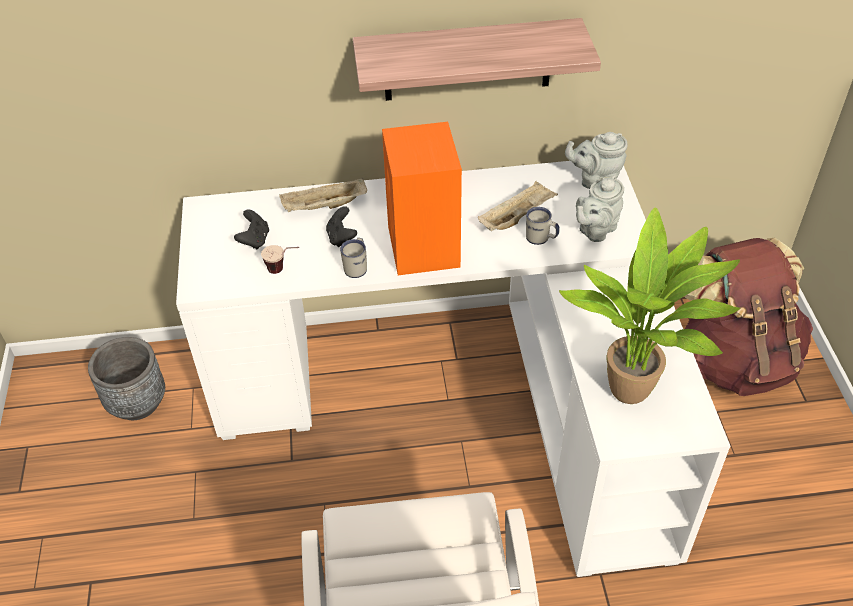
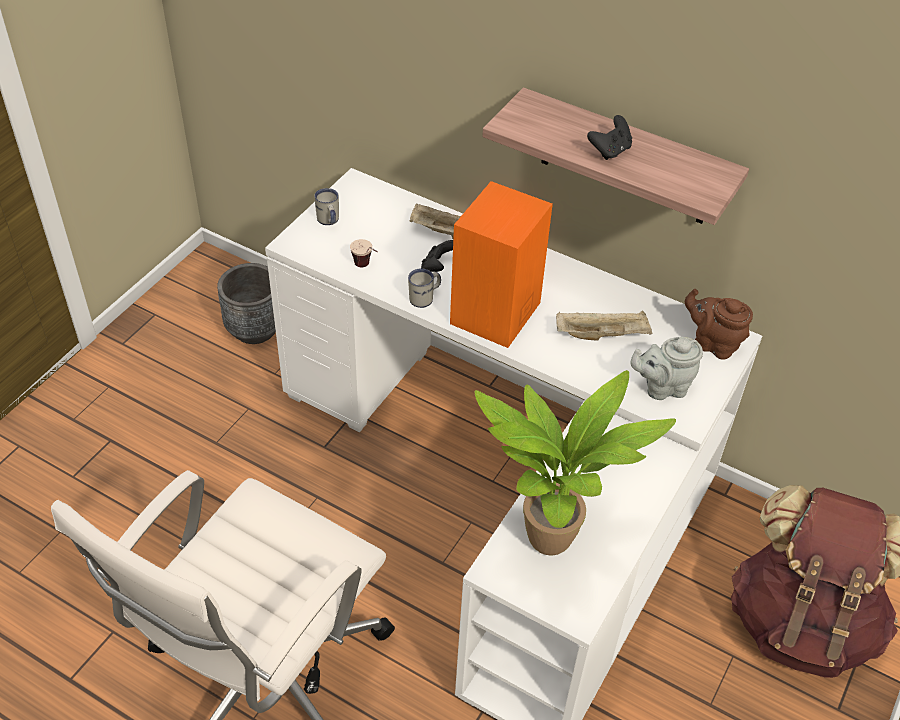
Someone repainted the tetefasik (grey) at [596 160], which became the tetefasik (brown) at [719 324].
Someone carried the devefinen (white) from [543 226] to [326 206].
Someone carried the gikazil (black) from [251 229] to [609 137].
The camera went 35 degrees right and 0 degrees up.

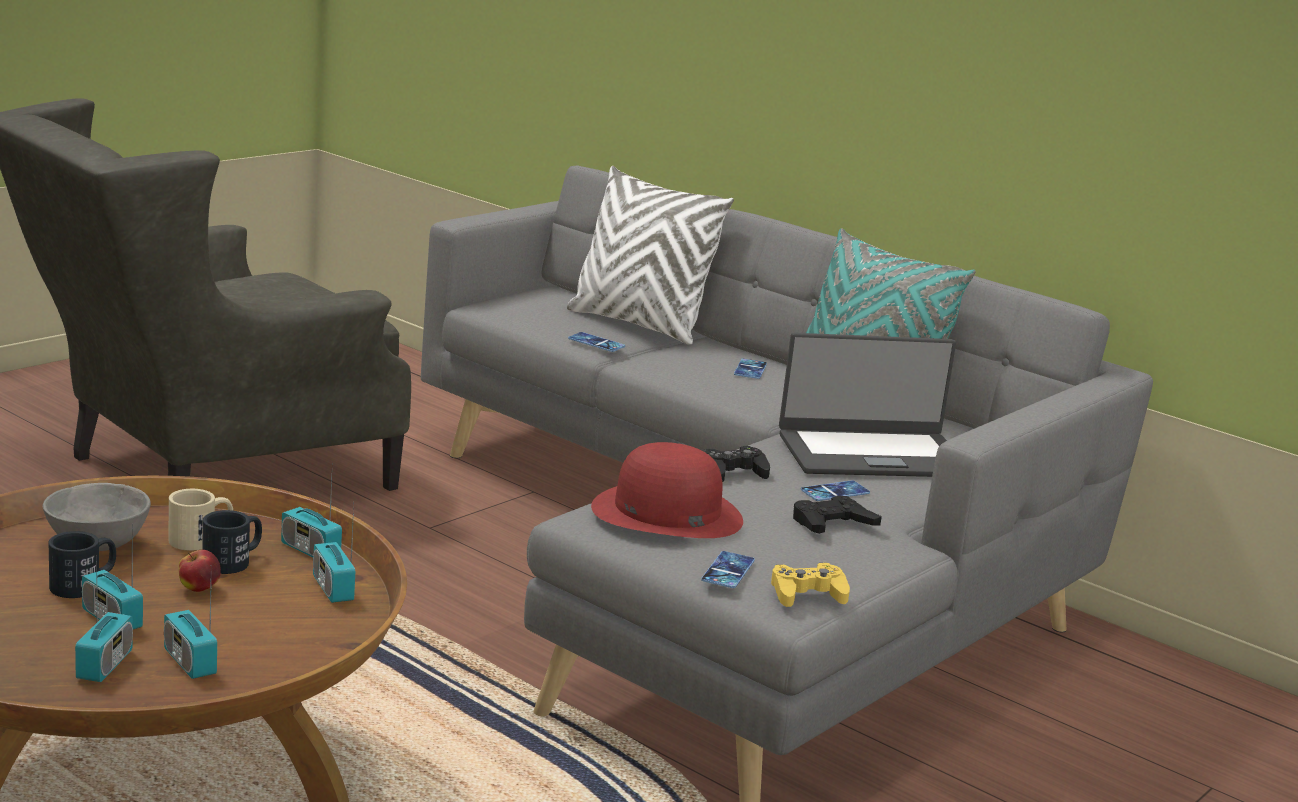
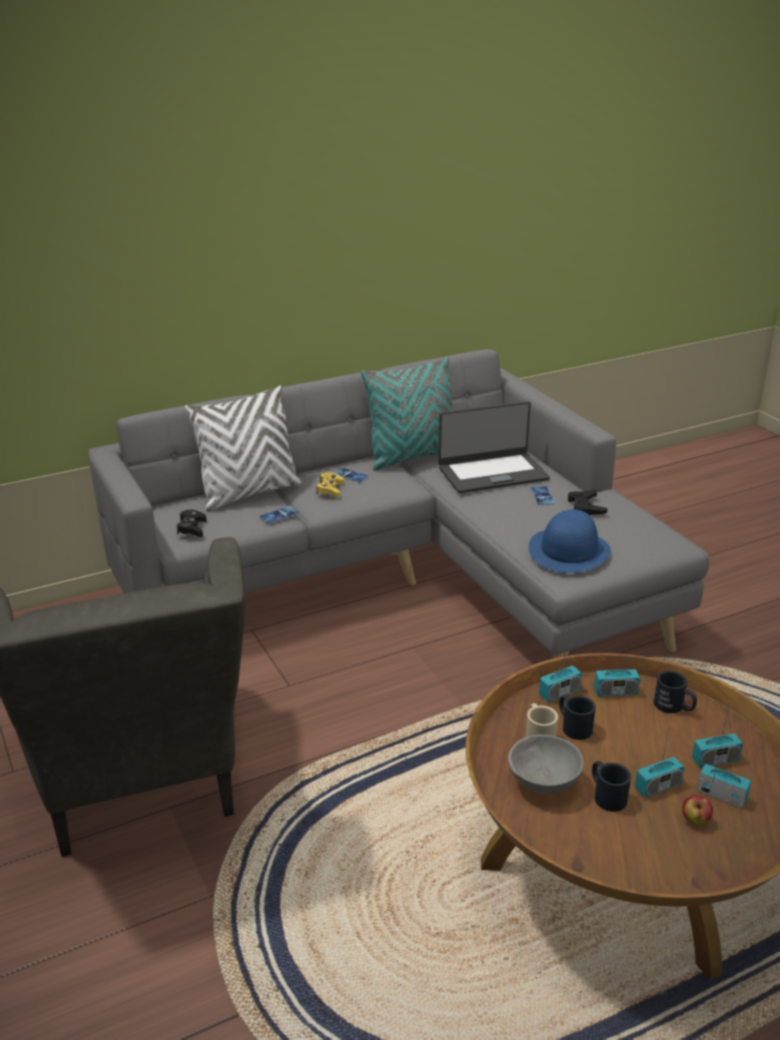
Someone rotated the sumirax at [867 405] by 60 degrees clockwise.
Someone repainted the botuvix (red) at [667 490], which became the botuvix (blue) at [570 541].
Someone carried the gikazil (black) from [737 464] to [192 523].
Someone carried the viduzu from [200 571] to [697 810].
Someone took away the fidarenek at [728 569].
Someone carried the gikazil (yellow) from [810 585] to [330 485].
Someone put down the devefinen (black) at [675 692].
The camera went 65 degrees left and 10 degrees up.

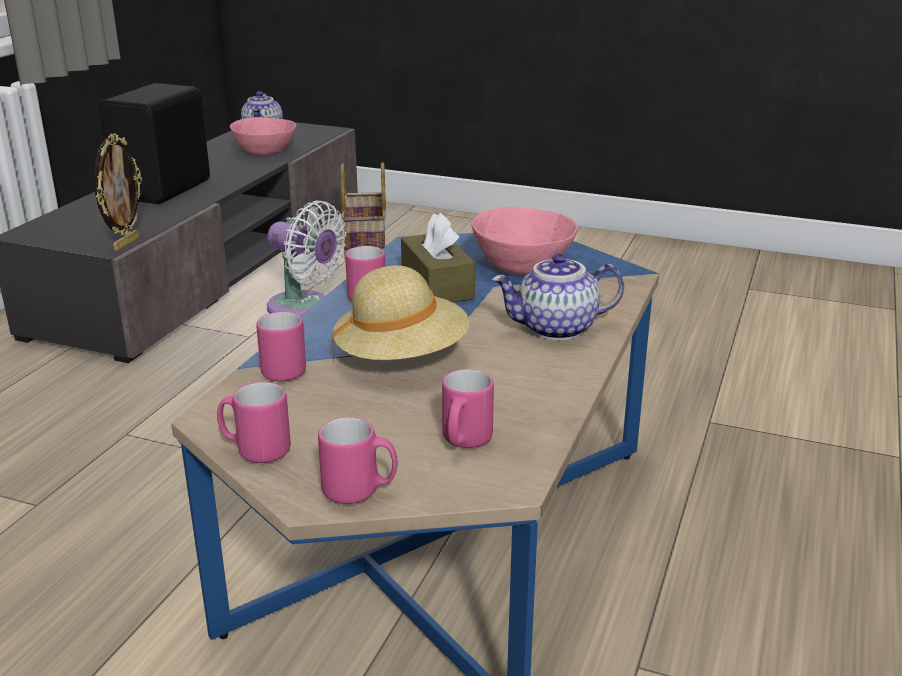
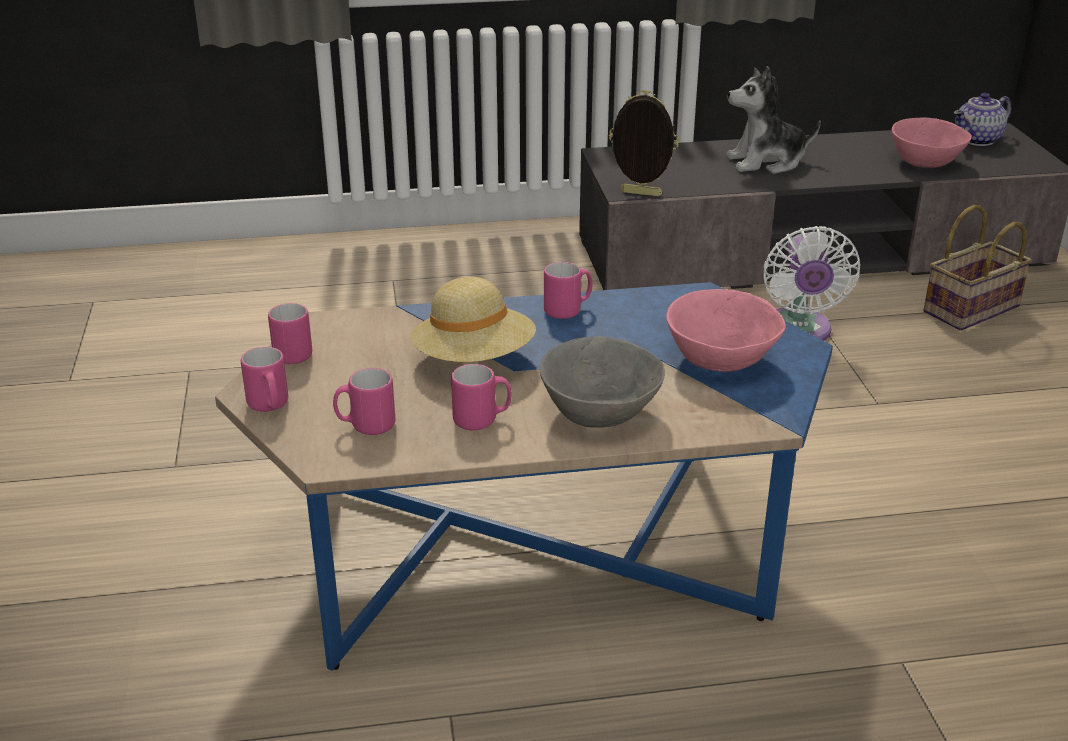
Someone swapped the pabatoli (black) at [154 143] for the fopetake at [773 120].
Someone rotated the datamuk at [118 192] by 150 degrees counterclockwise.
Someone took away the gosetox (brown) at [438 257].
Someone swapped the tetefasik at [557 297] for the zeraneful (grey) at [602 382].
Someone carried the devefinen (pink) from [281 347] to [481 397].
The camera went 60 degrees right and 5 degrees up.

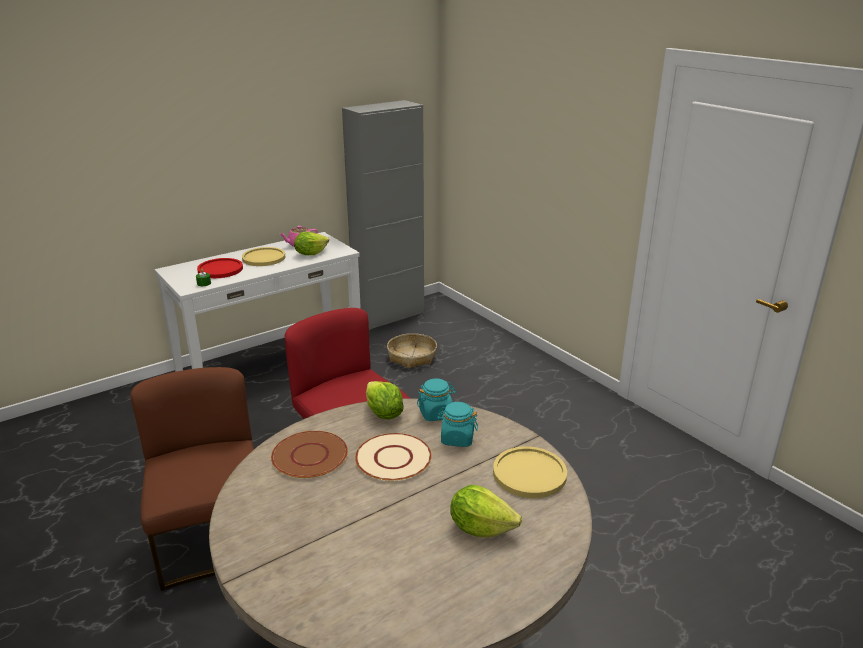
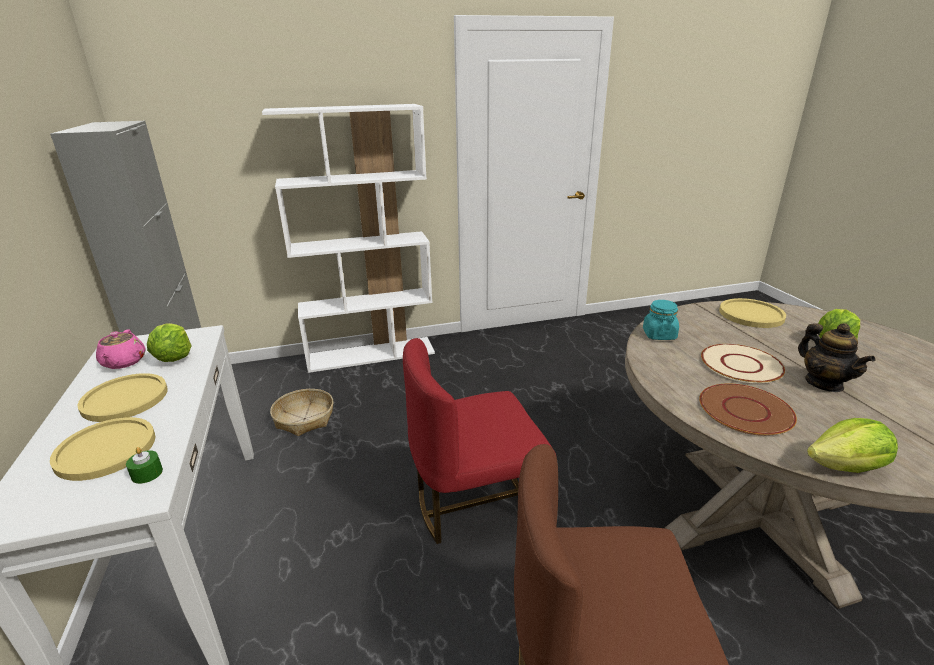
Someone repainted the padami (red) at [220 268], which became the padami (yellow) at [102 449].
Someone carried the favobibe from [385 400] to [852 445].
Someone took away the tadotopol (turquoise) at [457 424].
Someone put down the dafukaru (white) at [348 238].
Someone put down the tetefasik at [837 357].
The camera went 70 degrees left and 0 degrees up.

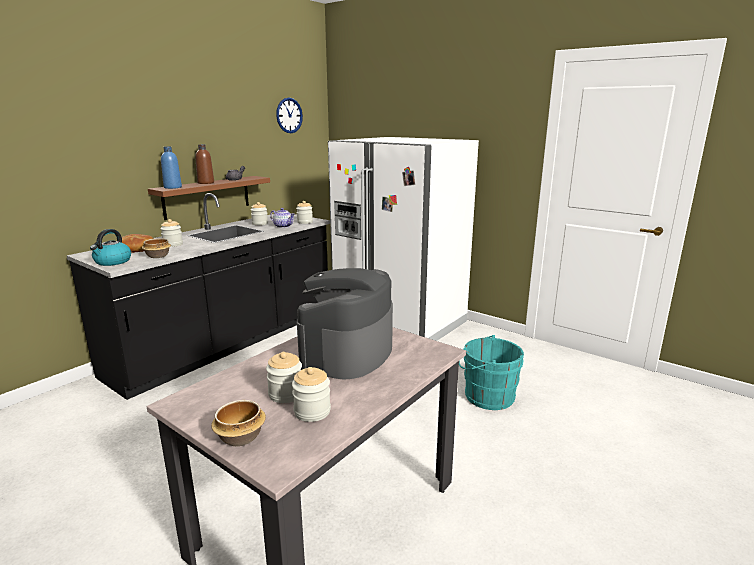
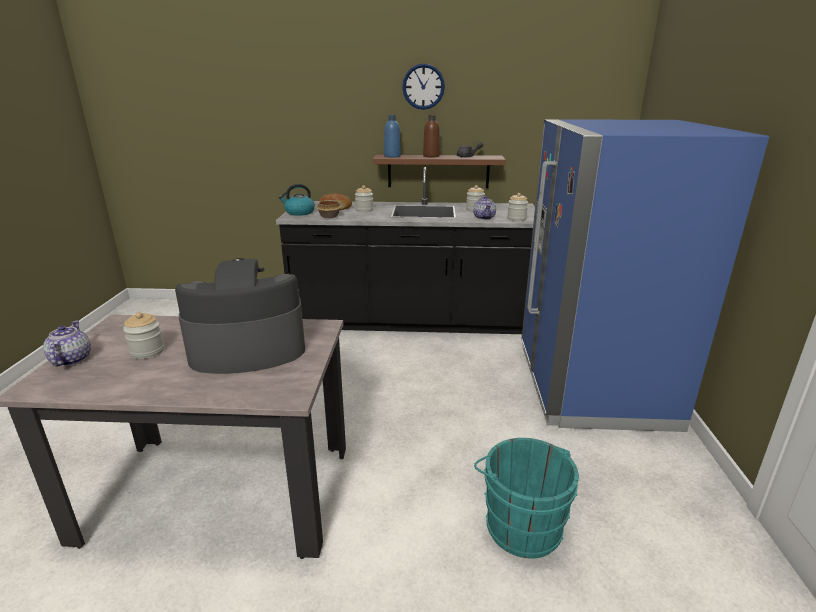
Someone carried the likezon from [289 115] to [423 87].
Someone repainted the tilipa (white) at [403 239], which became the tilipa (blue) at [645 275].
Someone took away the tadotopol at [311 394].
Someone swapped the zeraneful at [238 423] for the tetefasik at [67 344].
The camera went 55 degrees right and 5 degrees up.

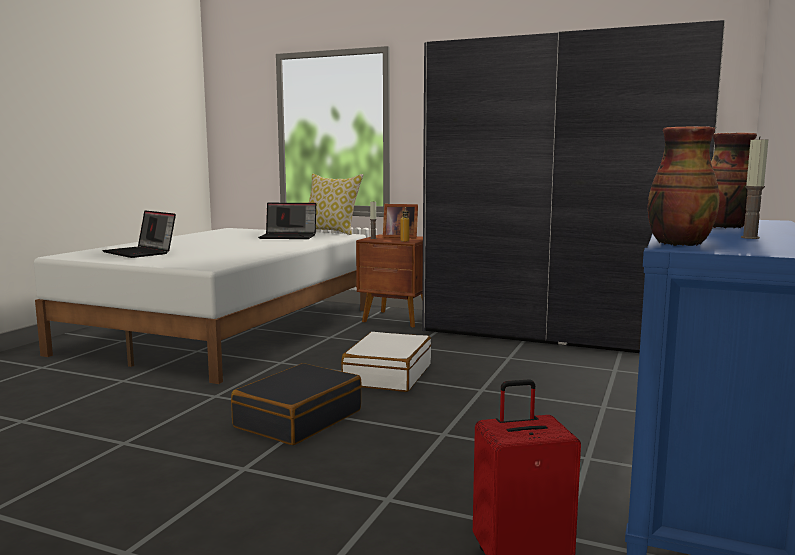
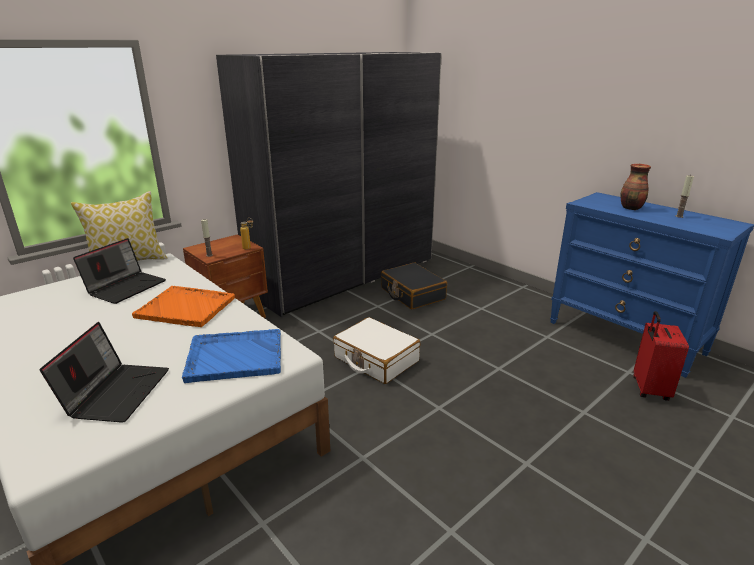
Someone took away the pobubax at [684 186].
Someone took away the datamuk at [400 221].
Someone rotated the sumirax at [139 234] by 60 degrees counterclockwise.
Someone carried the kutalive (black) from [296 404] to [414 286].
Someone put down the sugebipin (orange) at [183 306].
Someone put down the sugebipin (blue) at [231 356].
The camera went 65 degrees left and 15 degrees up.

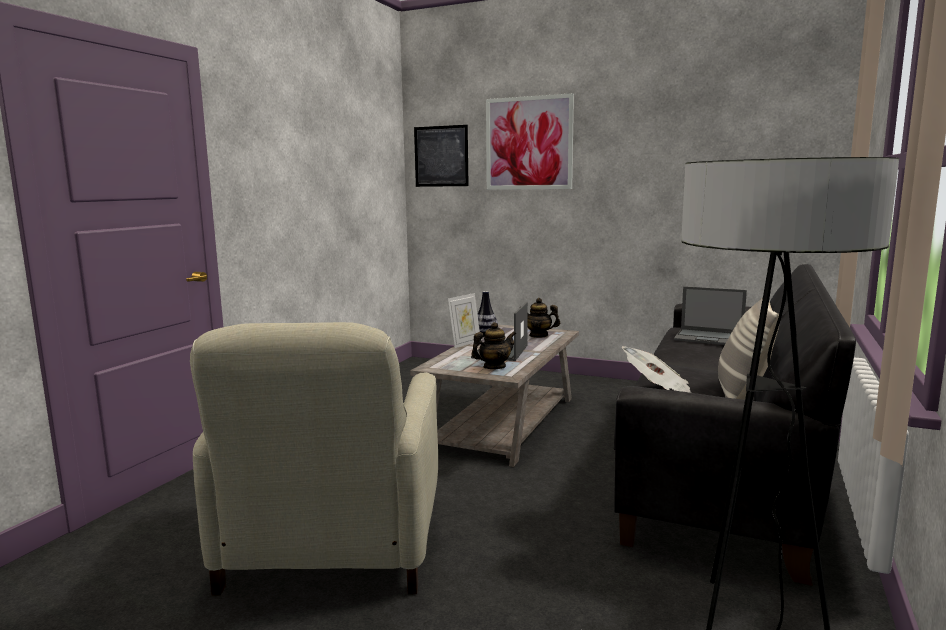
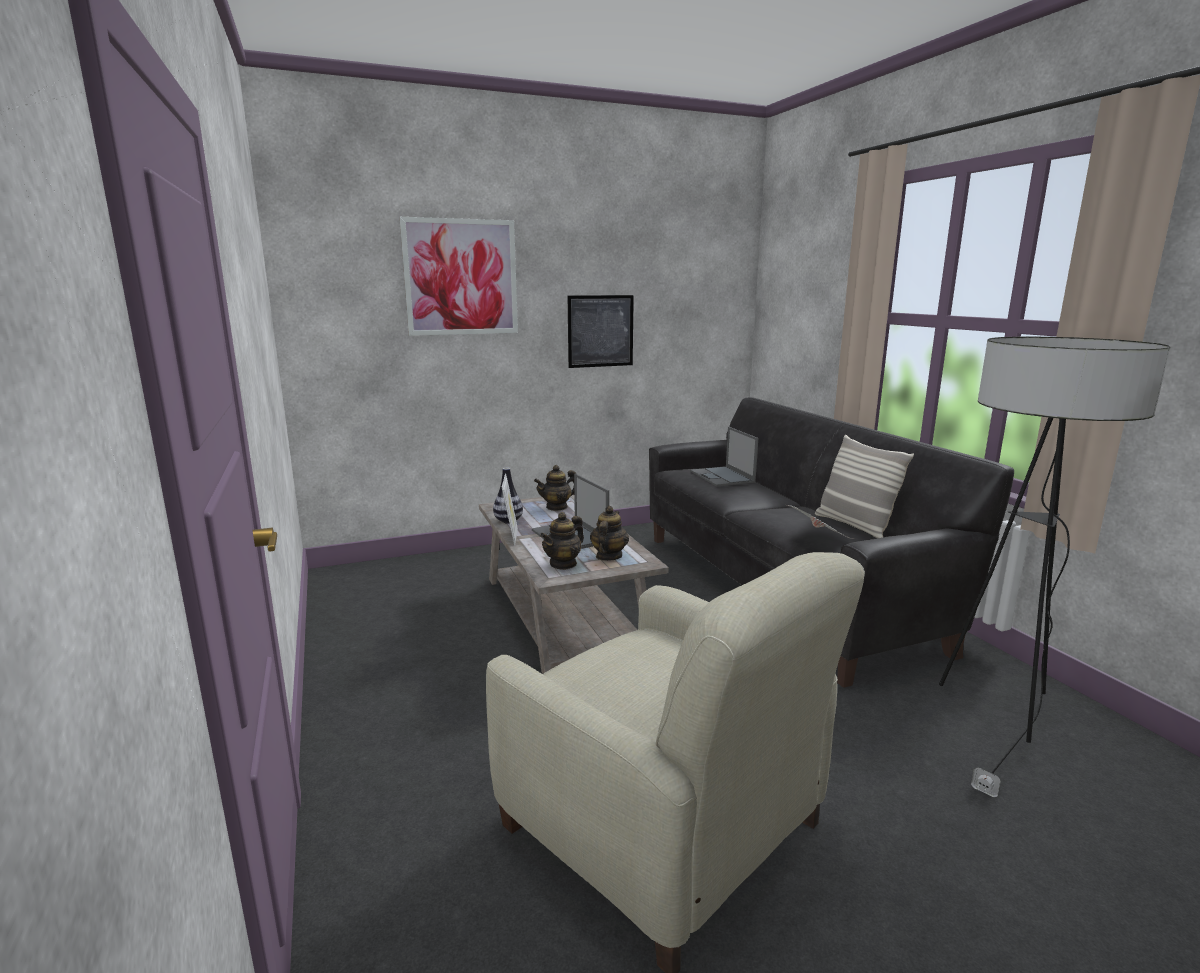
Someone carried the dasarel from [441 156] to [601 331].
Someone rotated the sumirax at [710 315] by 90 degrees clockwise.
Someone put down the tetefasik at [562 541].
The camera went 45 degrees left and 5 degrees up.

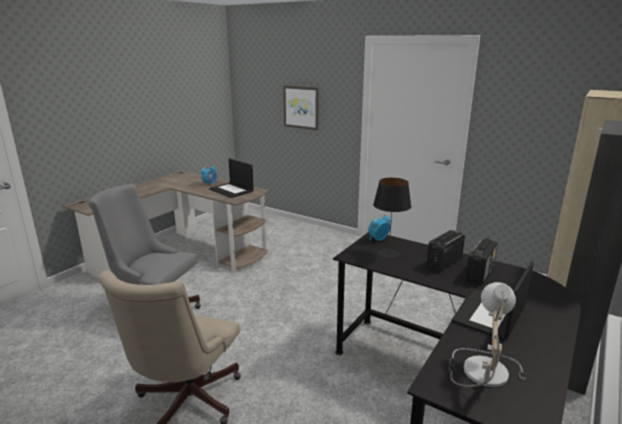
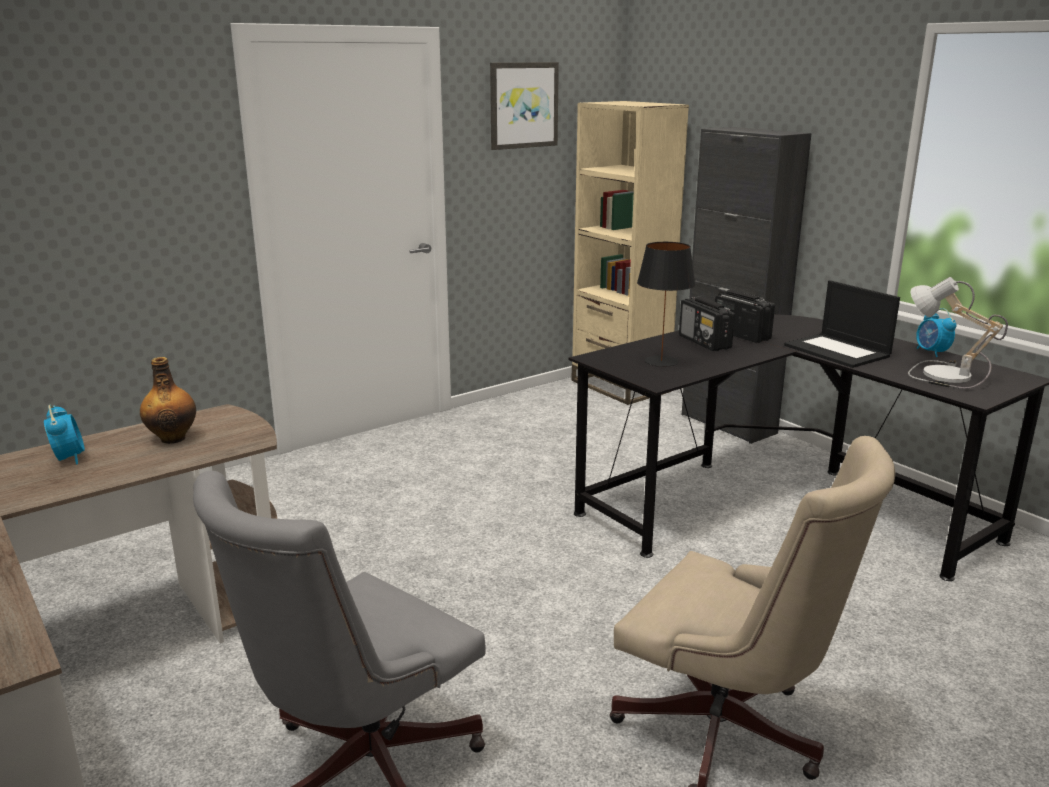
Someone carried the dasarel from [301 107] to [524 106].
Someone swapped the sumirax at [231 178] for the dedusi at [168 400].
Someone carried the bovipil from [379 227] to [936 332].
The camera went 70 degrees left and 0 degrees up.

